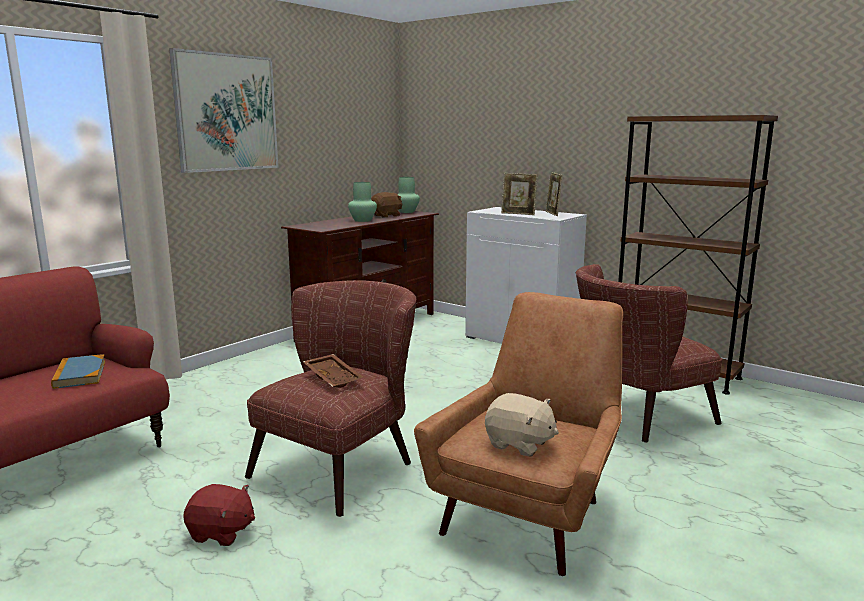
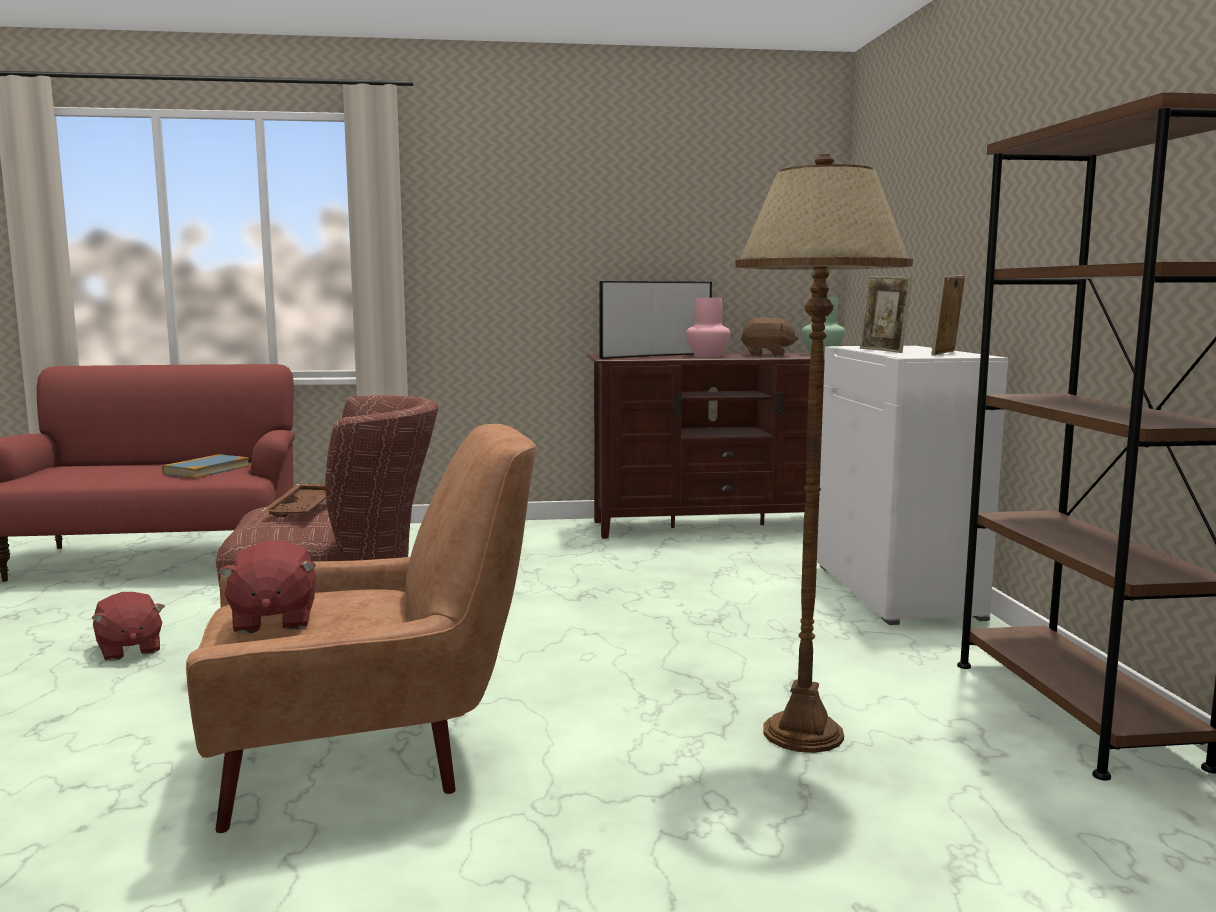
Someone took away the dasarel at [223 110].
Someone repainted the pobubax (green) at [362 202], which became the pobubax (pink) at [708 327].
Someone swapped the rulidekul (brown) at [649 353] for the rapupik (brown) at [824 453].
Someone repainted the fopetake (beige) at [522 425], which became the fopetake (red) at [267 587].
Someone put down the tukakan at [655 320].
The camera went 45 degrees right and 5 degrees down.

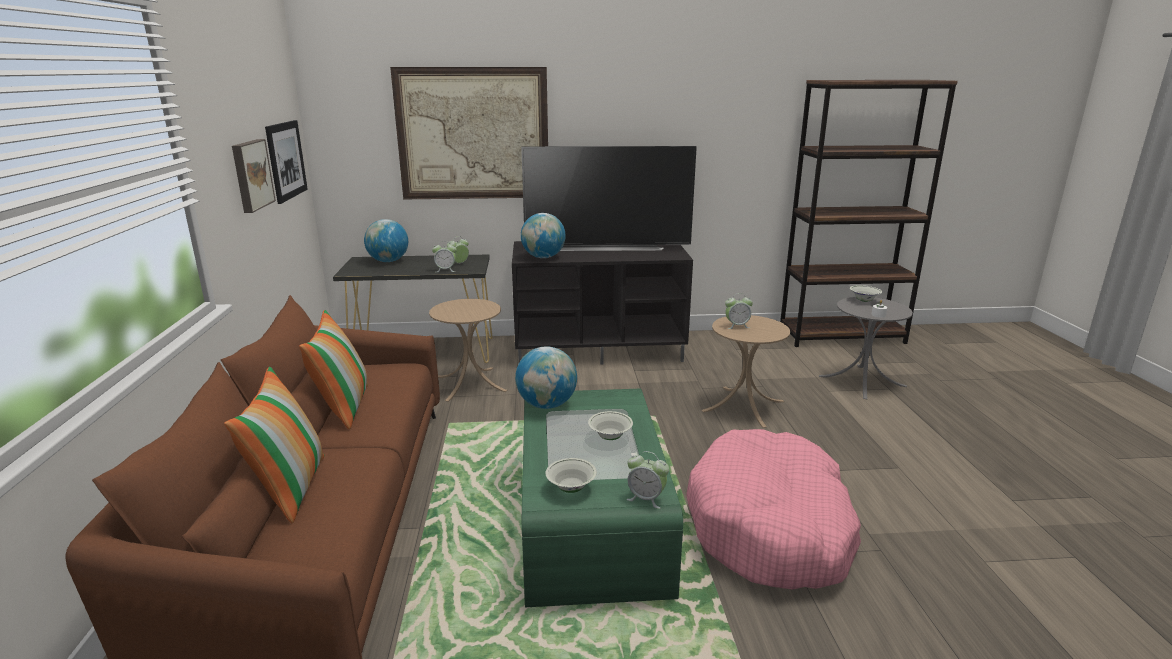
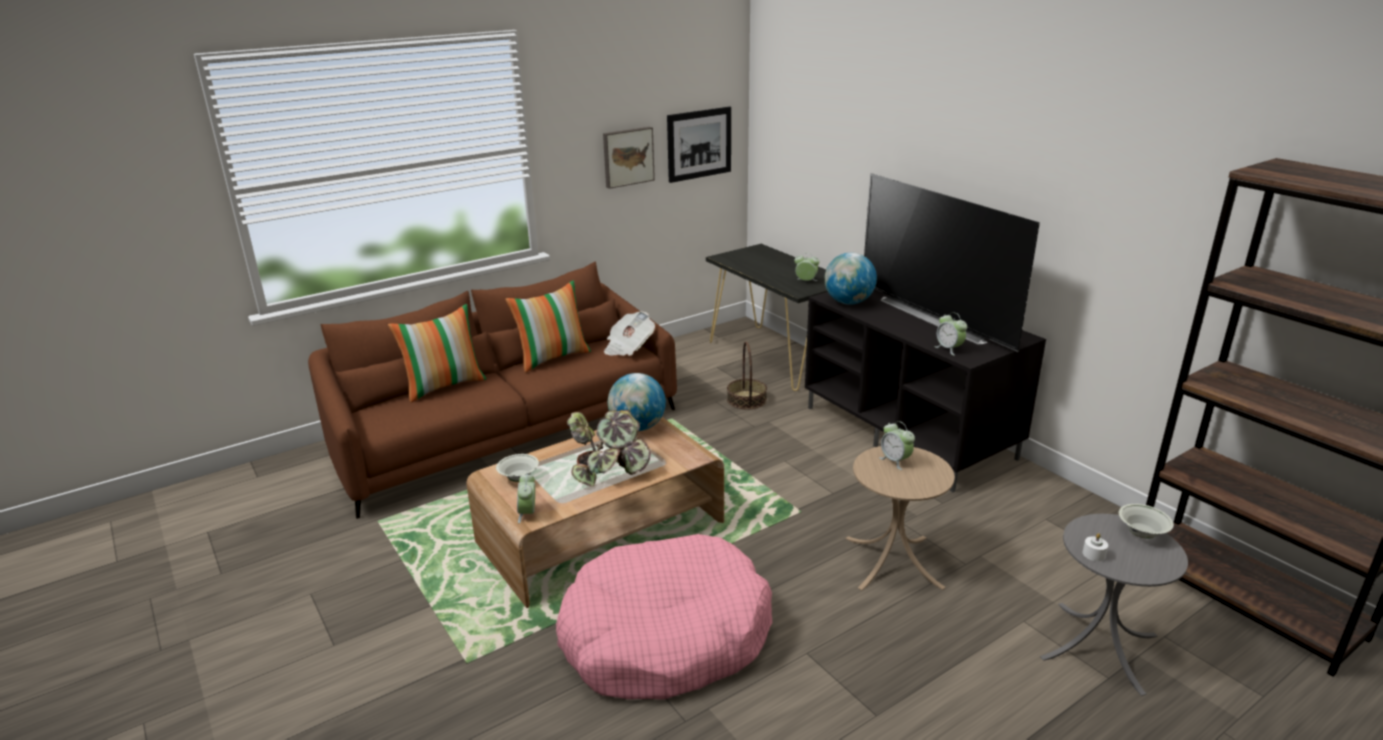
Someone took away the dasarel at [469 133].
Someone took away the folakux at [386 240].
Someone carried the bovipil from [444 256] to [950 334].
Someone swapped the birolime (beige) at [468 350] for the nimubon at [747 376].
Someone repainted the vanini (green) at [602 498], which became the vanini (brown) at [595 512].
Someone swapped the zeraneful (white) at [610 425] for the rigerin at [609 448].
Someone put down the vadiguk at [629 333].
The camera went 60 degrees right and 5 degrees up.

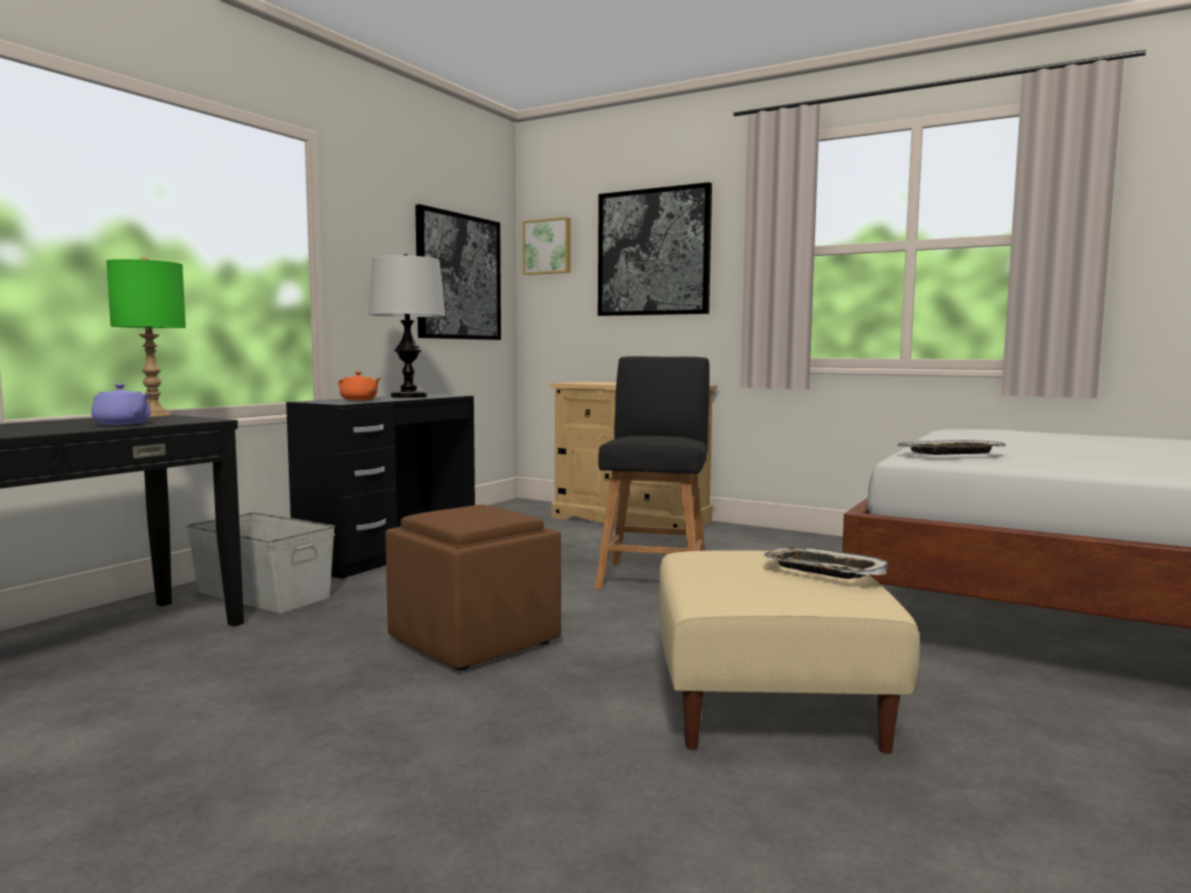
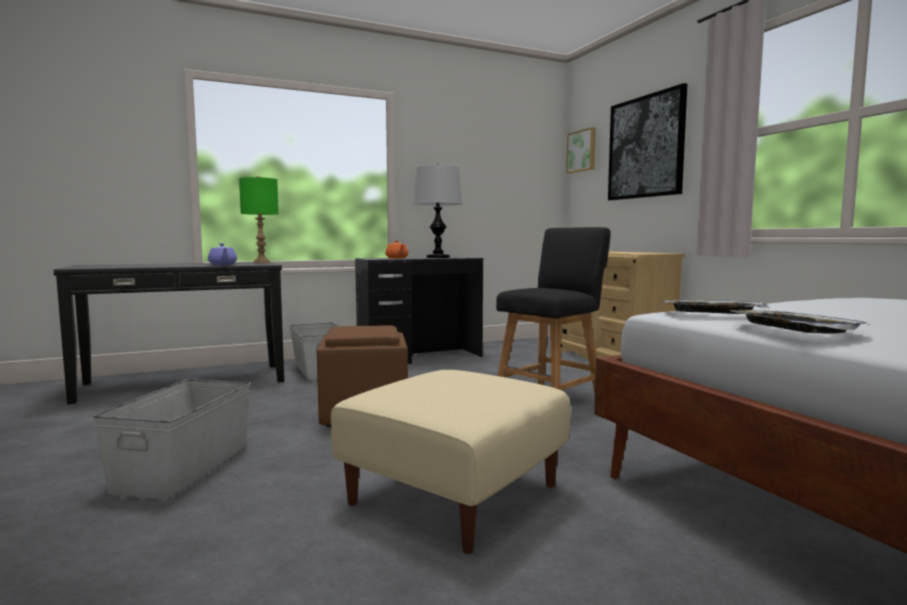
Someone took away the dasarel at [458 272].
Someone carried the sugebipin from [825 563] to [799 322].
Someone put down the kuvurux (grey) at [172 439].
The camera went 35 degrees right and 0 degrees up.

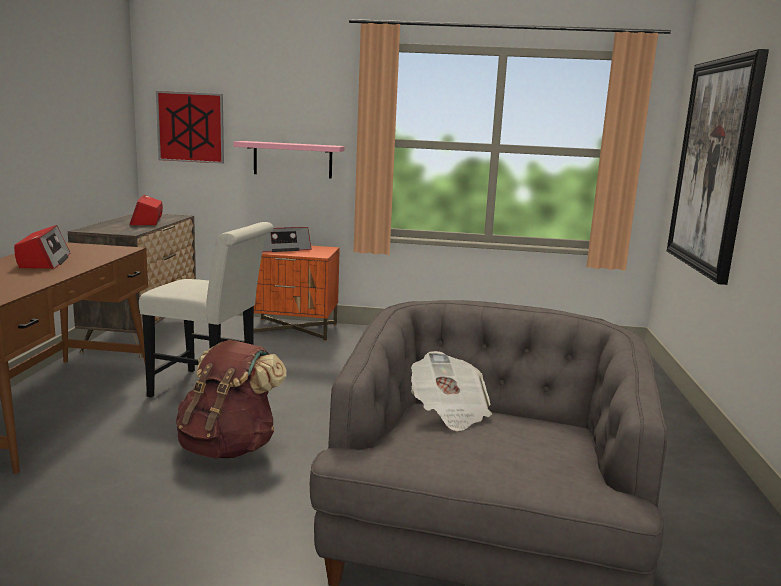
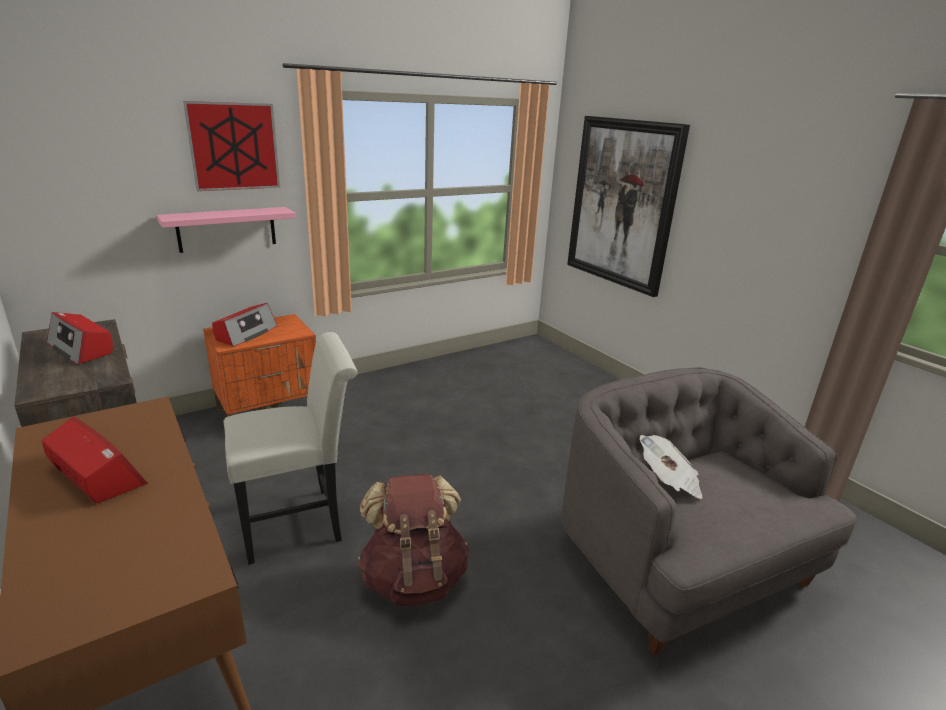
Someone carried the dasarel from [190 127] to [231 146].
The camera went 40 degrees left and 10 degrees up.

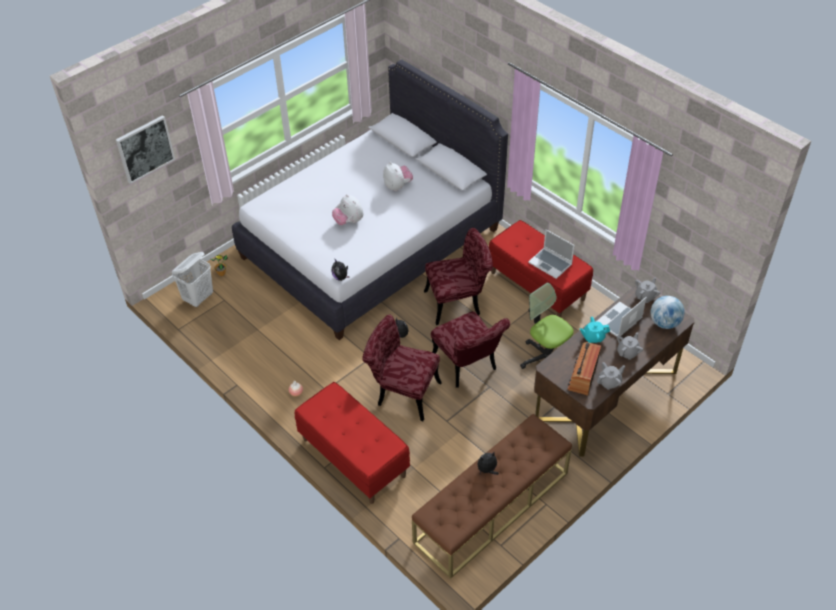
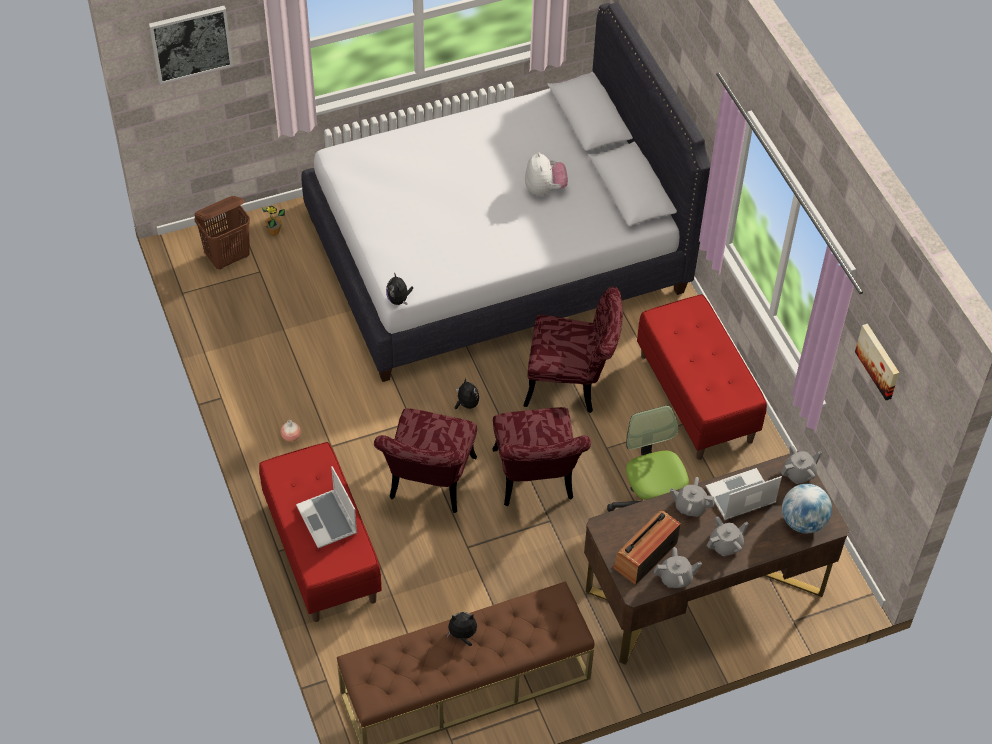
Someone took away the fopetake at [347 209].
Someone carried the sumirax from [551 254] to [326 507].
Someone repainted the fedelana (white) at [192 279], which became the fedelana (brown) at [222 232].
Someone rotated the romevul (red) at [402 367] by 120 degrees counterclockwise.
Someone repainted the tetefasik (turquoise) at [595 330], which became the tetefasik (grey) at [692 497].
Someone put up the dasarel at [877 362].
The camera went 20 degrees right and 5 degrees up.

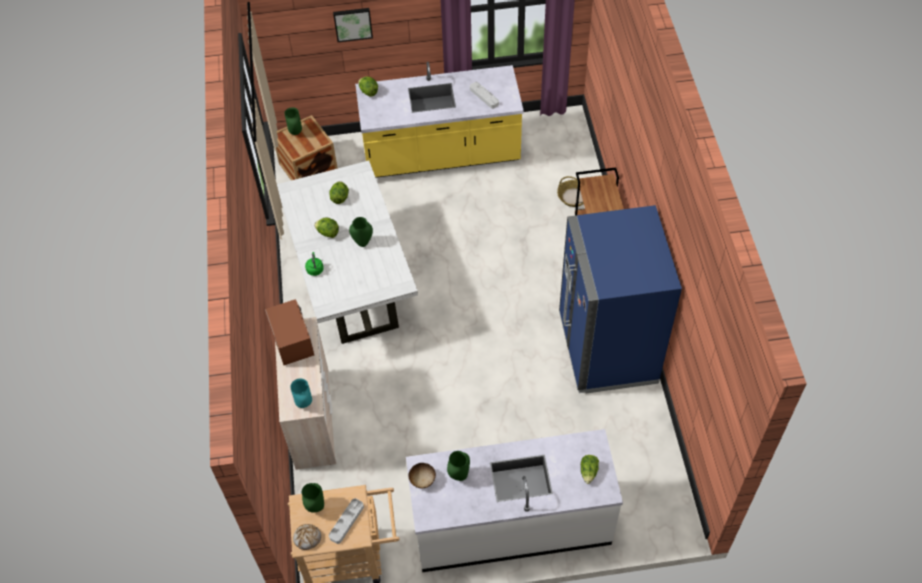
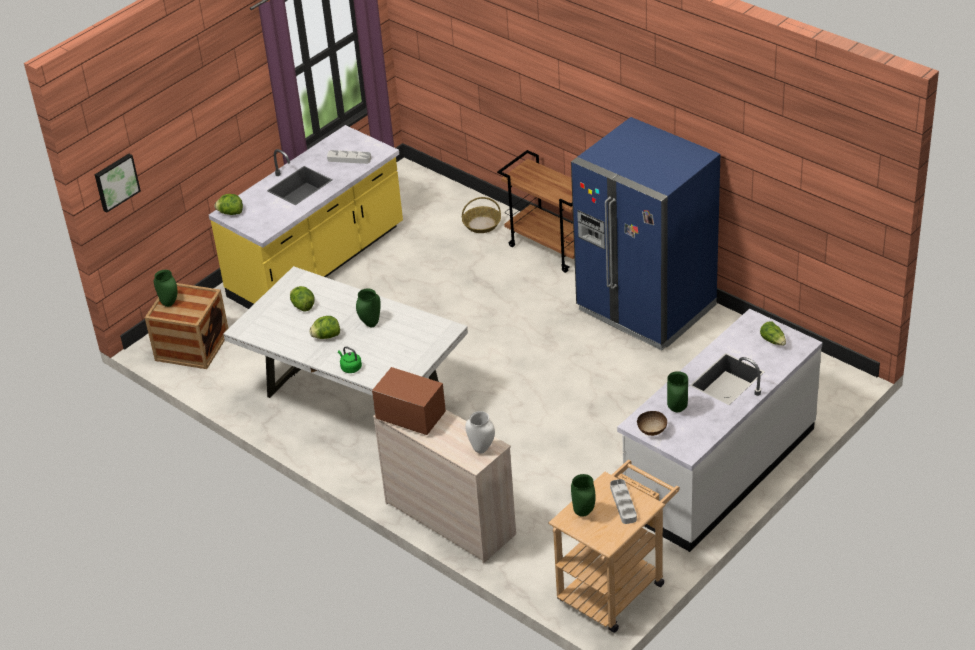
Someone carried the dasarel from [353 25] to [118 183].
Someone repainted the pobubax (turquoise) at [301 393], which became the pobubax (white) at [480 432].
Someone took away the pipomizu at [307 537].
The camera went 40 degrees left and 15 degrees down.

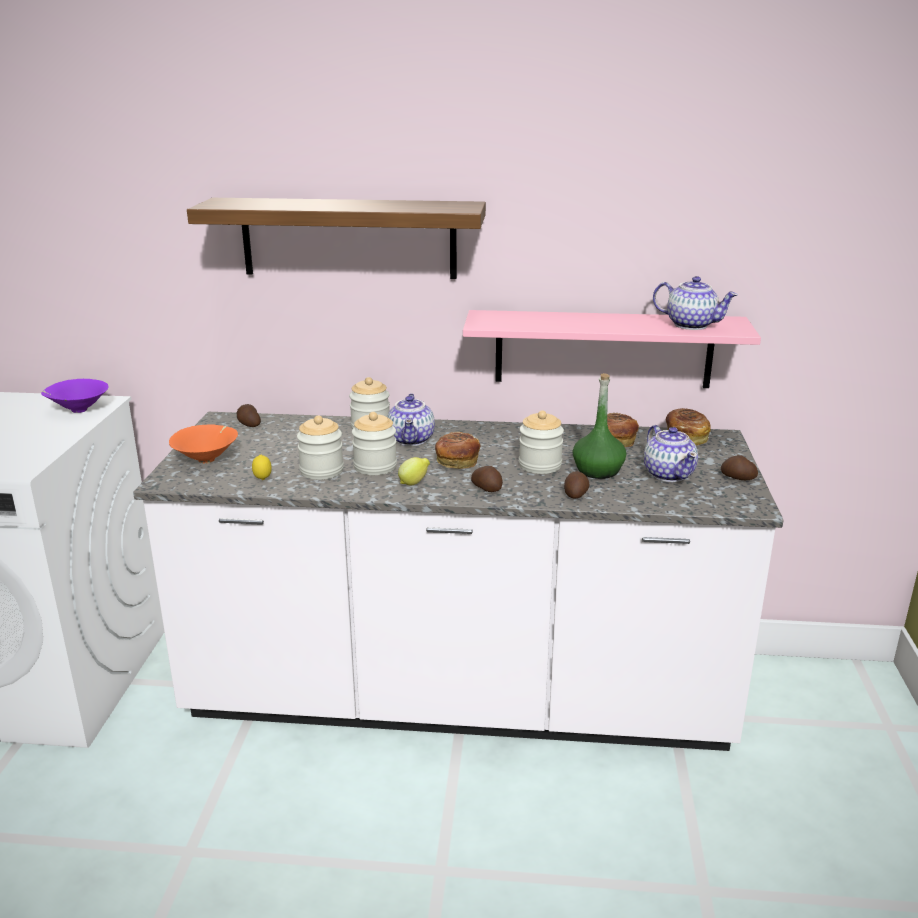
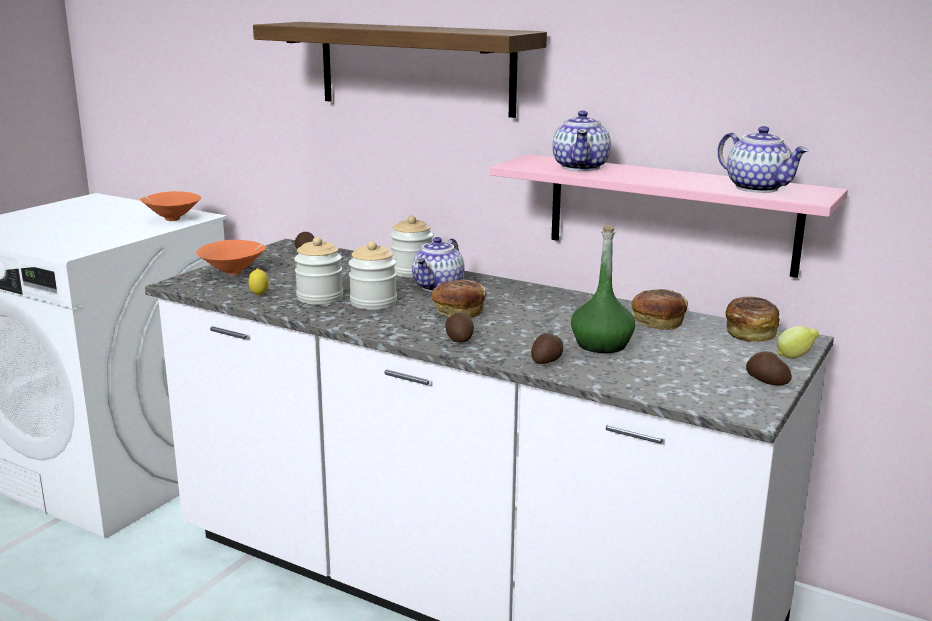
Someone repainted the zeraneful (purple) at [75 396], which became the zeraneful (orange) at [170 206].
Someone took away the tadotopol at [541 442].
Someone carried the tetefasik from [671 453] to [582 140].
Someone carried the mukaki from [414 471] to [798 342].
The camera went 25 degrees right and 5 degrees down.

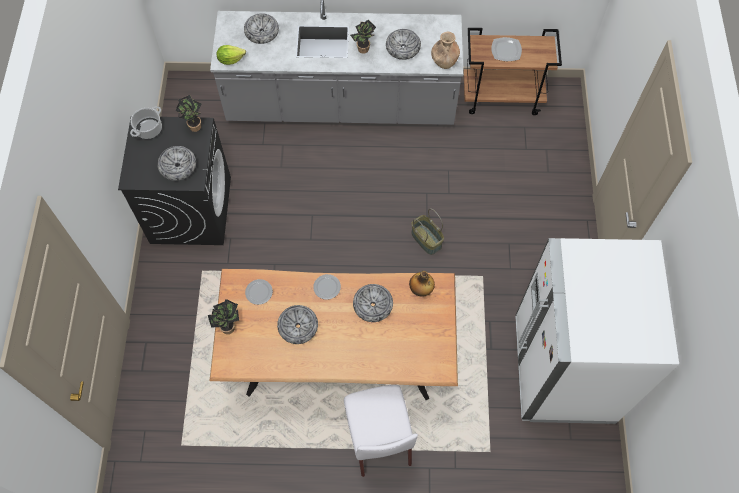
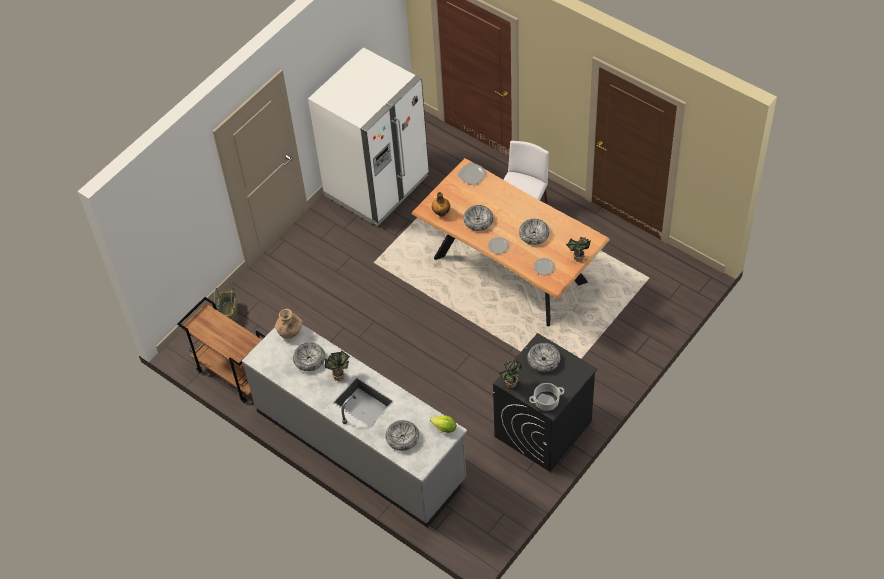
Someone carried the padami from [506 49] to [472 173].
Someone carried the nimubon from [427 231] to [226 304].
The camera went 140 degrees left and 10 degrees down.

